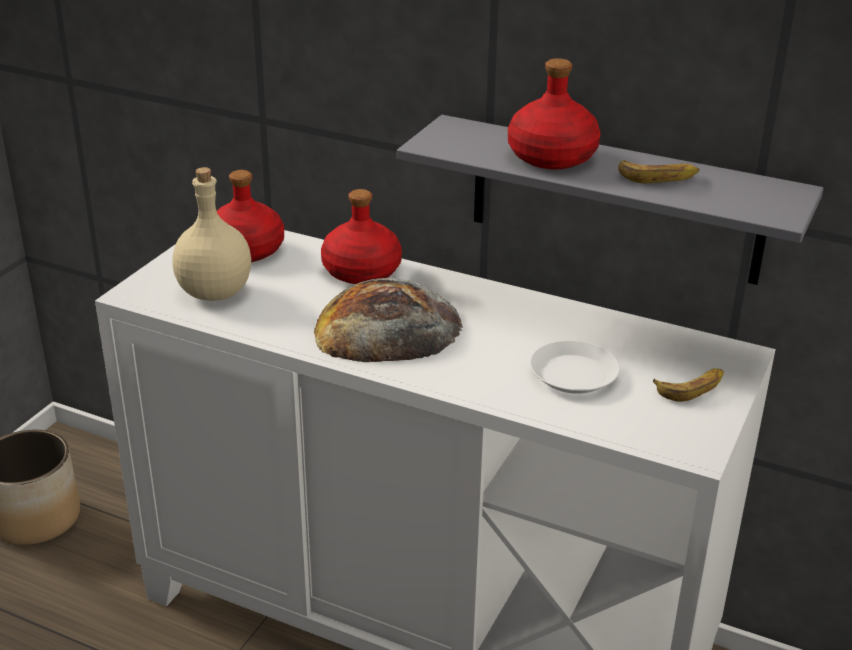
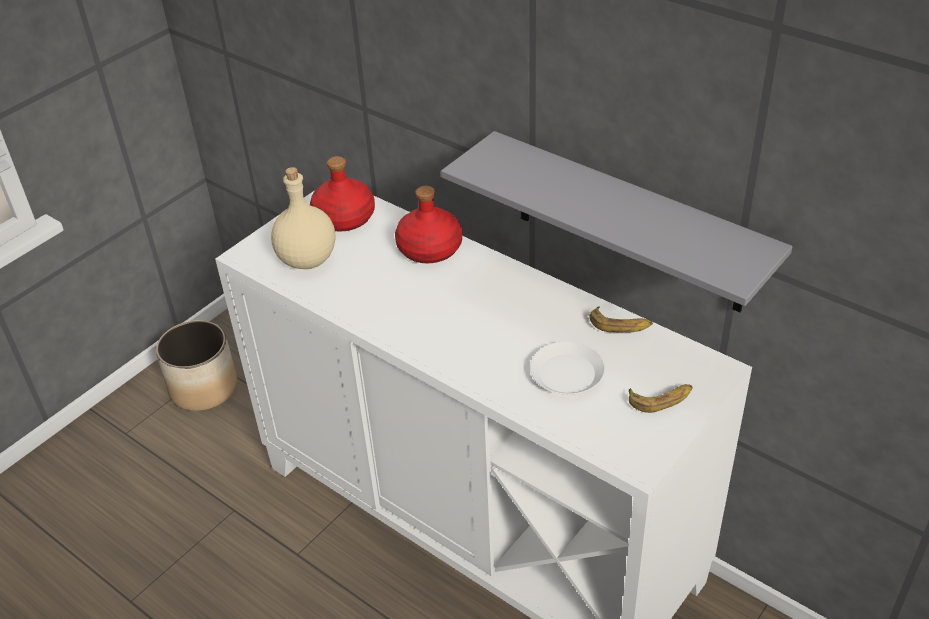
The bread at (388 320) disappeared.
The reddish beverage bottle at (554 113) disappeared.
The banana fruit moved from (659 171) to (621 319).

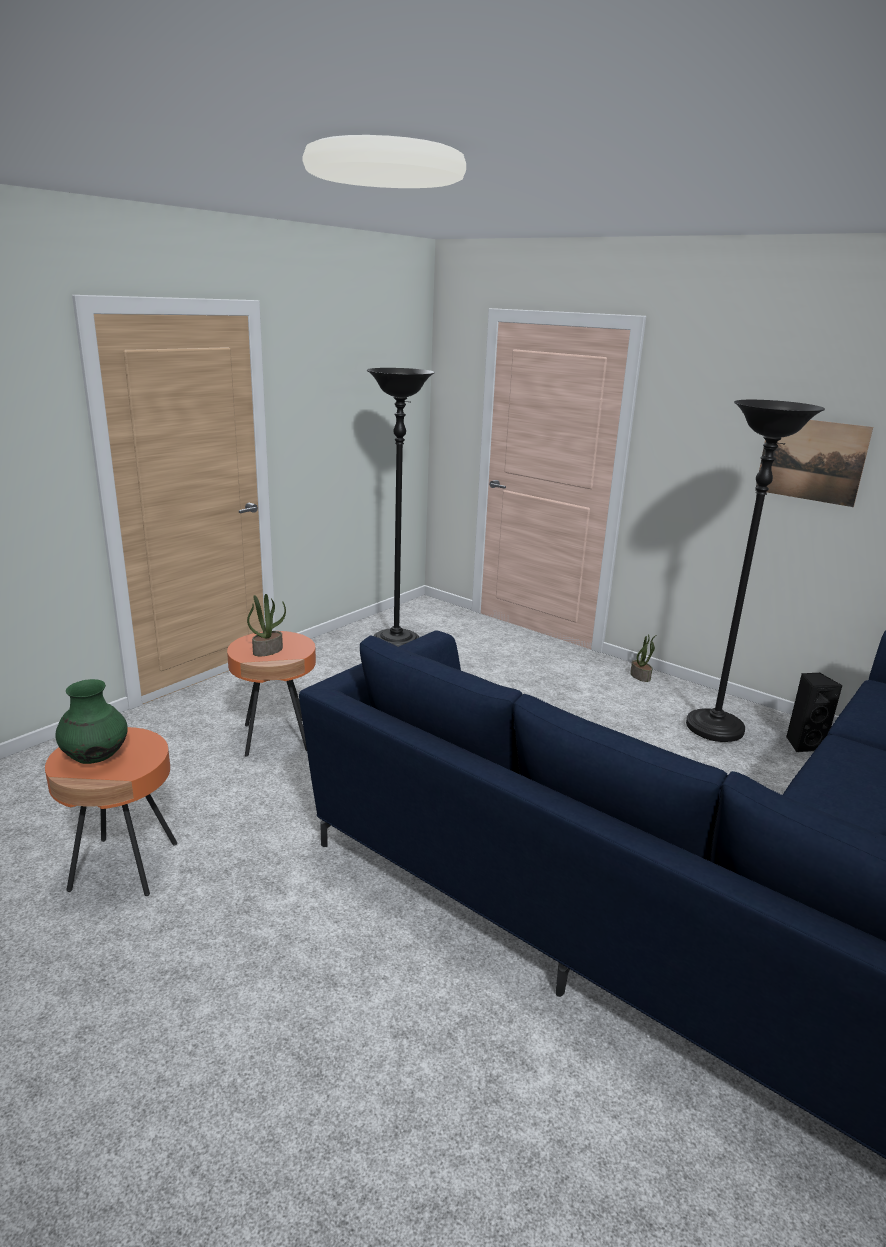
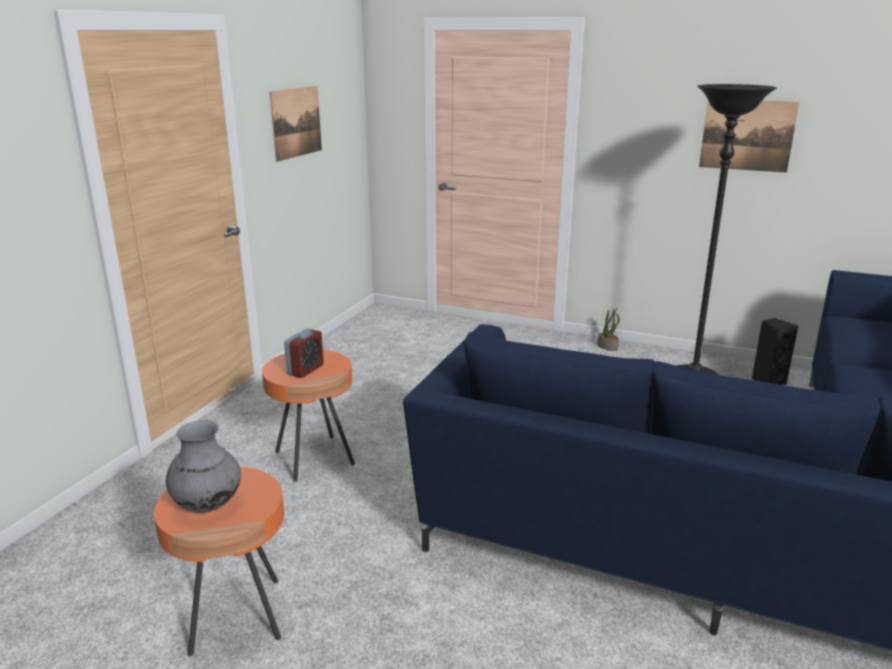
The green vase at (92 721) became the grey vase at (203 466).
The potted plant at (266 625) was replaced by the bedside clock at (304 353).
The black-coloured standard lamp at (401 507) disappeared.
The wall art at (296 124) appeared.

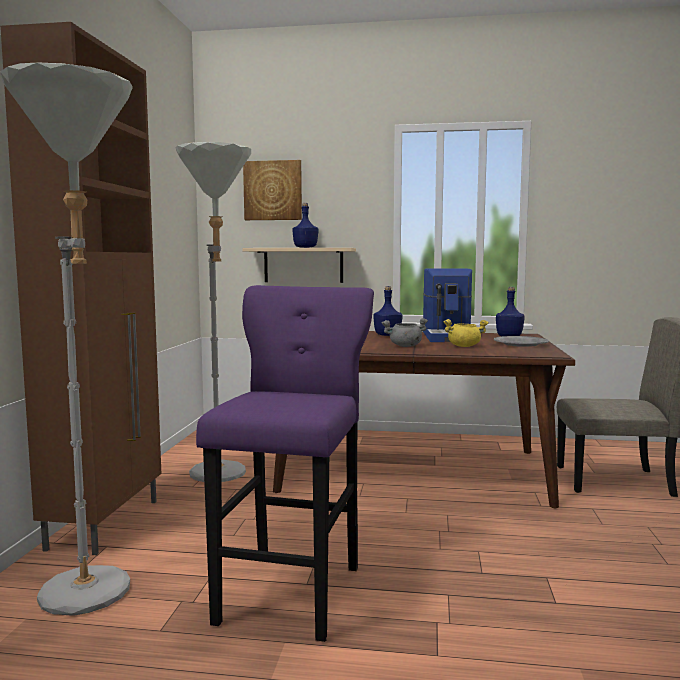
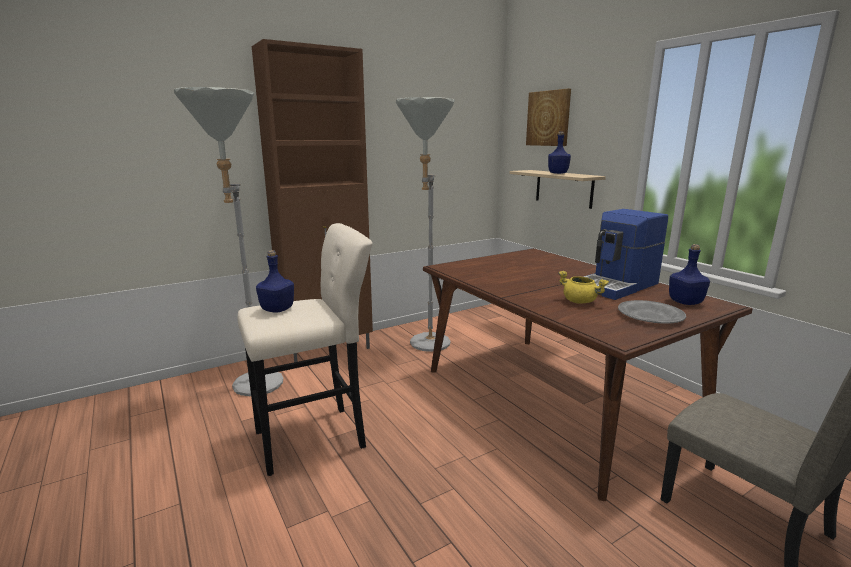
The purple stool at (285 463) became the beige-coloured stool at (305 349).
The blue-coloured beverage bottle moved from (387 311) to (275 281).
The grey stockpot at (405 332) disappeared.

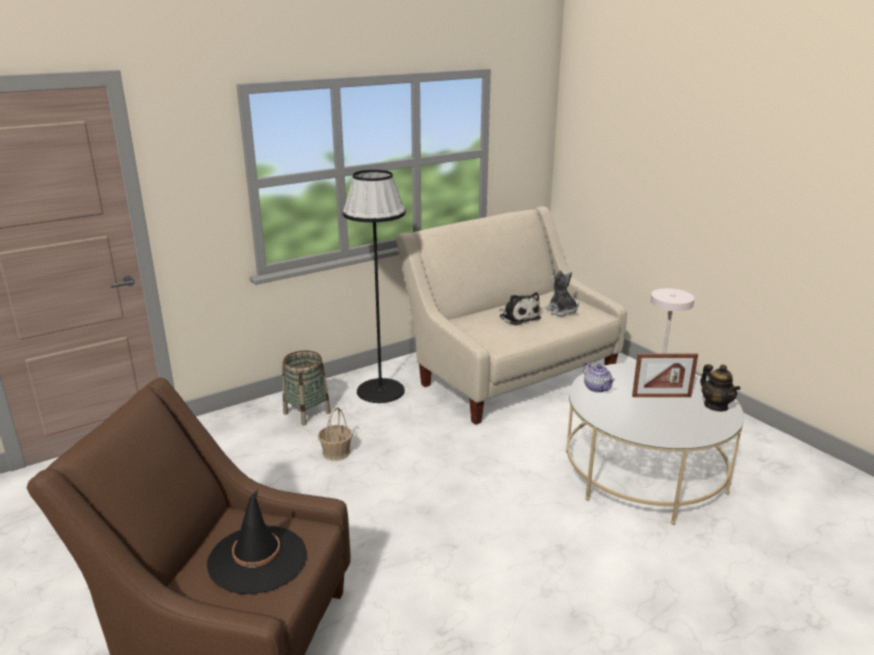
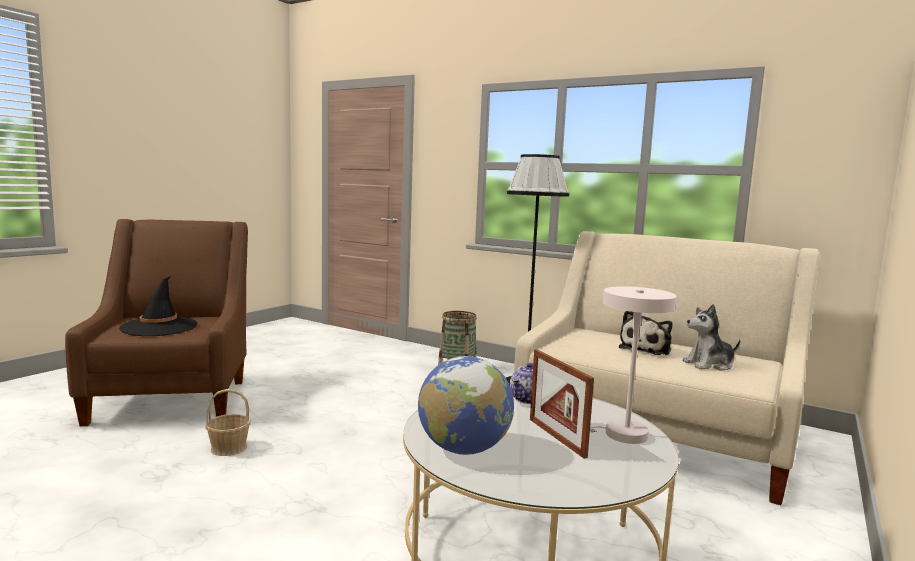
The storage basket moved from (335 434) to (228 422).
The soft toy at (562 293) turned 135 degrees counterclockwise.
The pot for tea at (720 387) disappeared.
The world globe at (466 405) appeared.

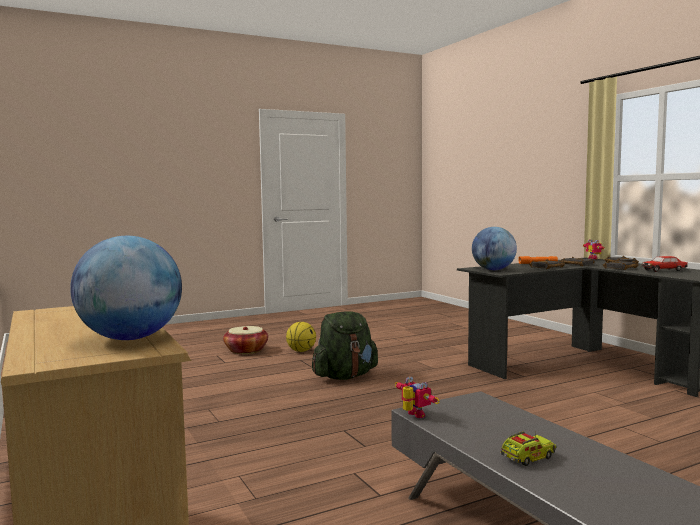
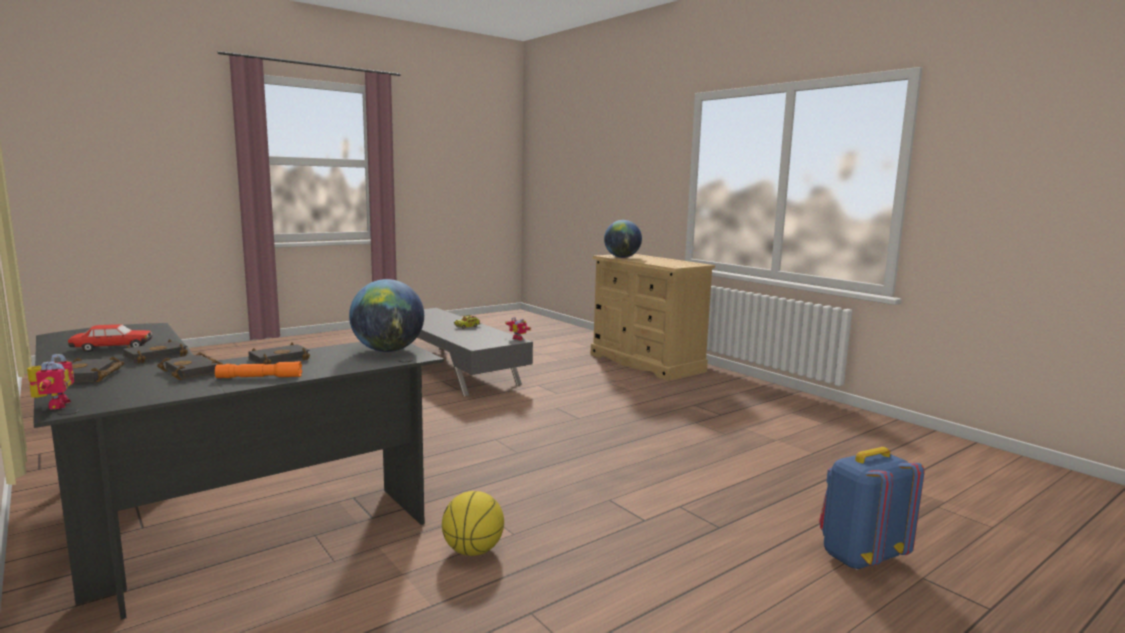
The storage basket at (245 340) was replaced by the blue-coloured backpack at (872 508).
The ball for basketball moved from (301 337) to (473 523).
The green backpack at (345 345) disappeared.

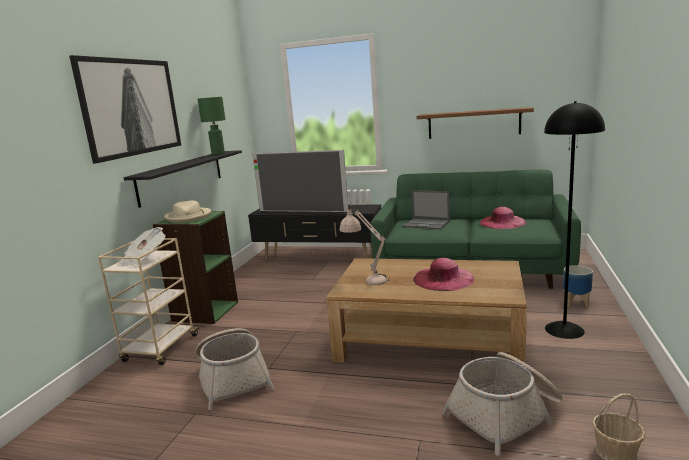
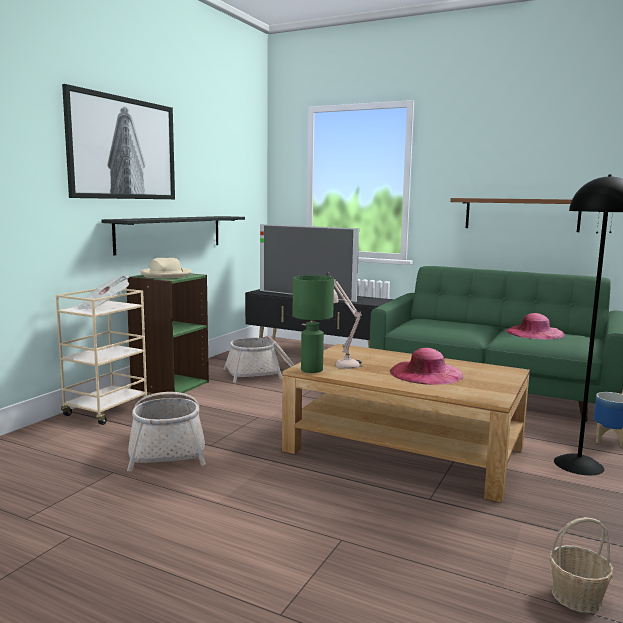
The green table lamp moved from (212 126) to (313 324).
The notebook computer at (426 210) disappeared.
The storage basket moved from (502 404) to (259 359).

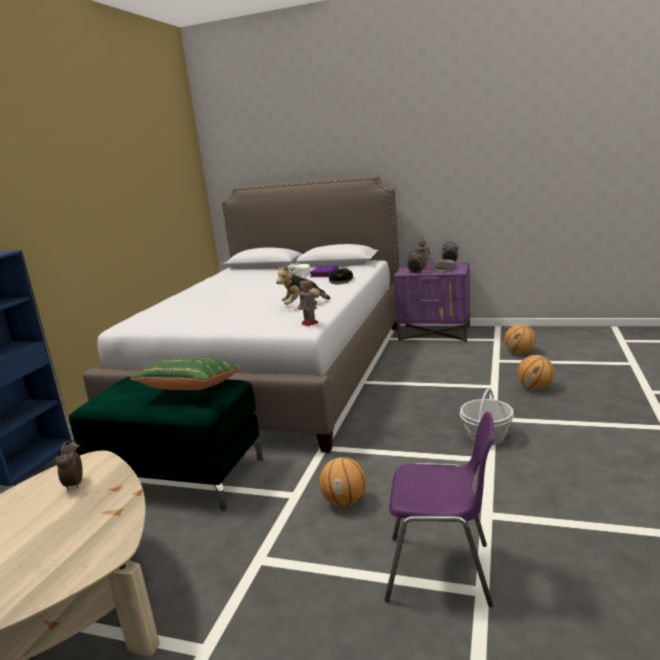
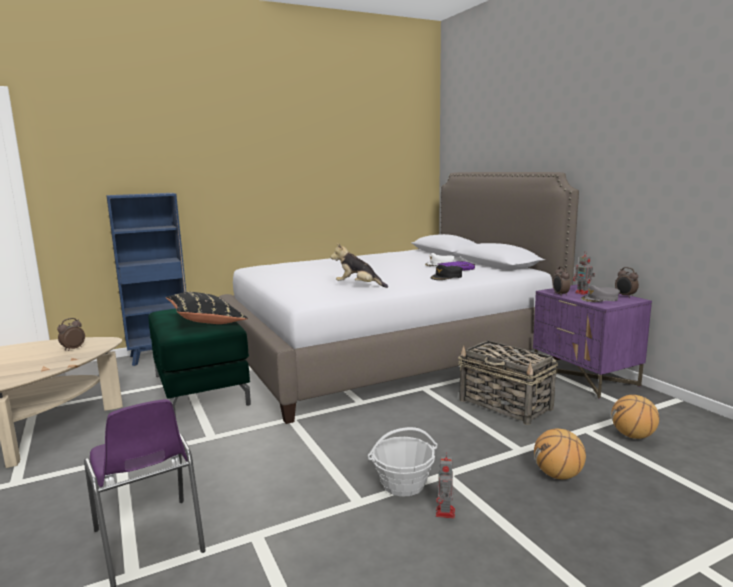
The green throw pillow at (186 373) became the black-coloured throw pillow at (207 308).
The model robot moved from (308 300) to (445 485).
The ball for basketball at (343 481) disappeared.
The storage basket at (508 382) appeared.

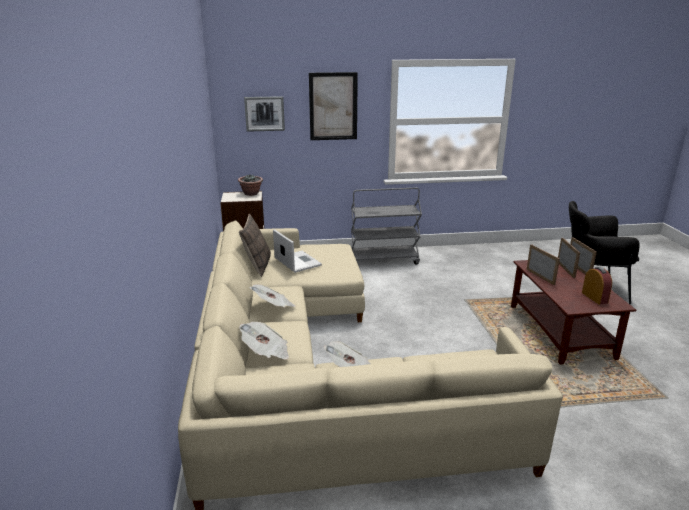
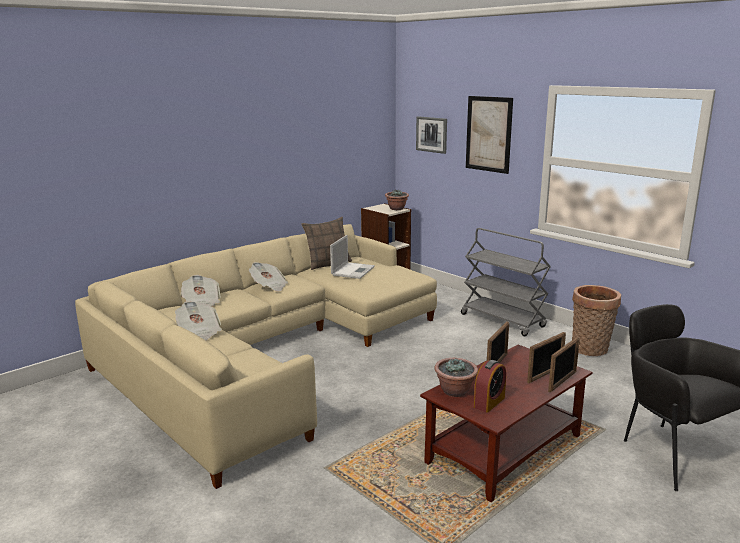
The potted plant at (456 377) appeared.
The storage basket at (596 320) appeared.

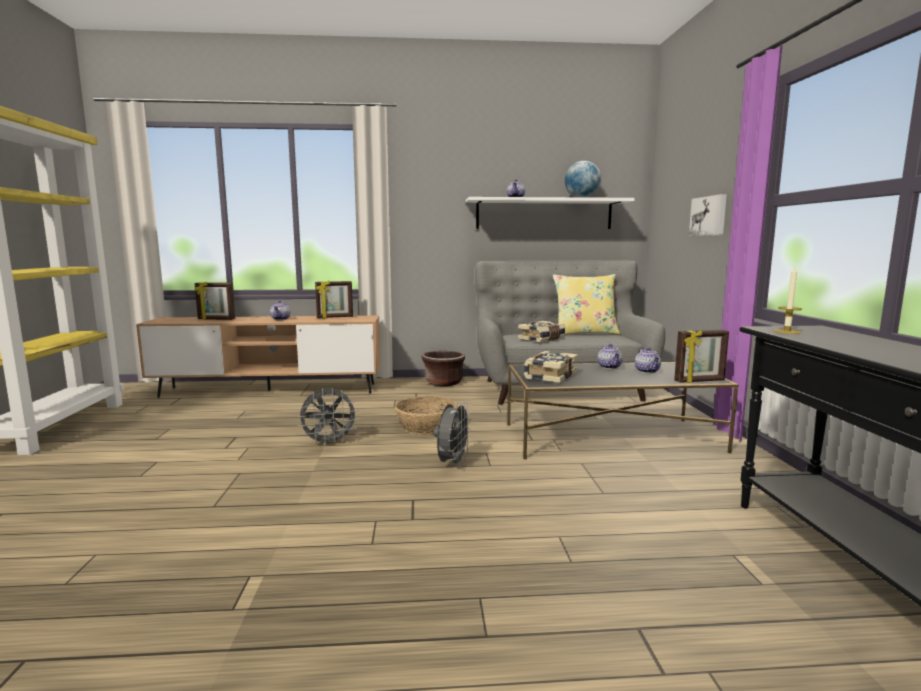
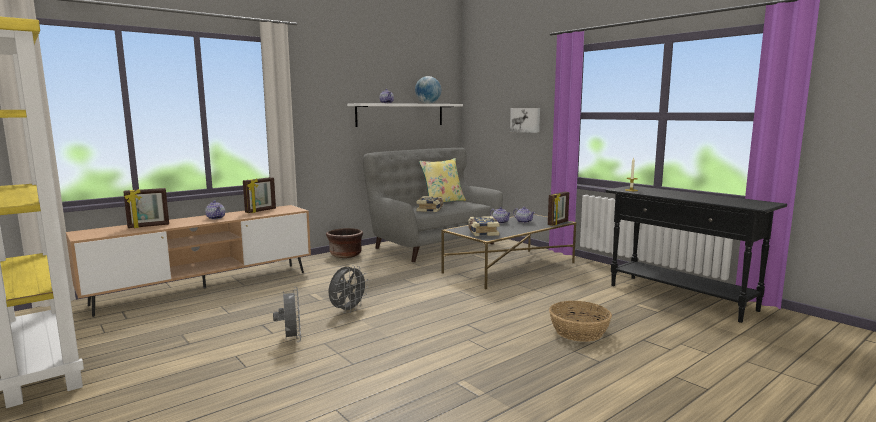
The storage basket moved from (426 415) to (580 321).
The grey fan moved from (453 434) to (287 314).

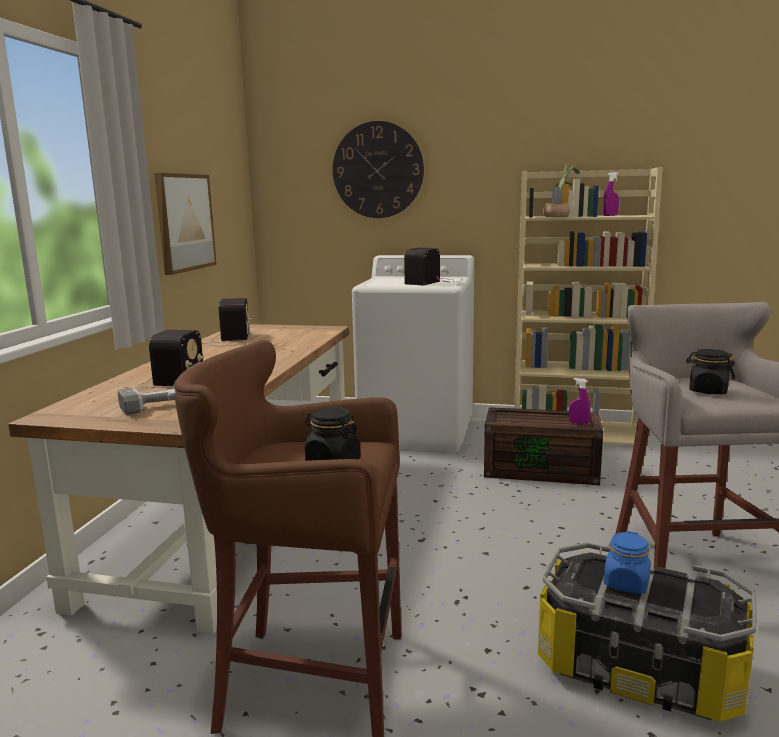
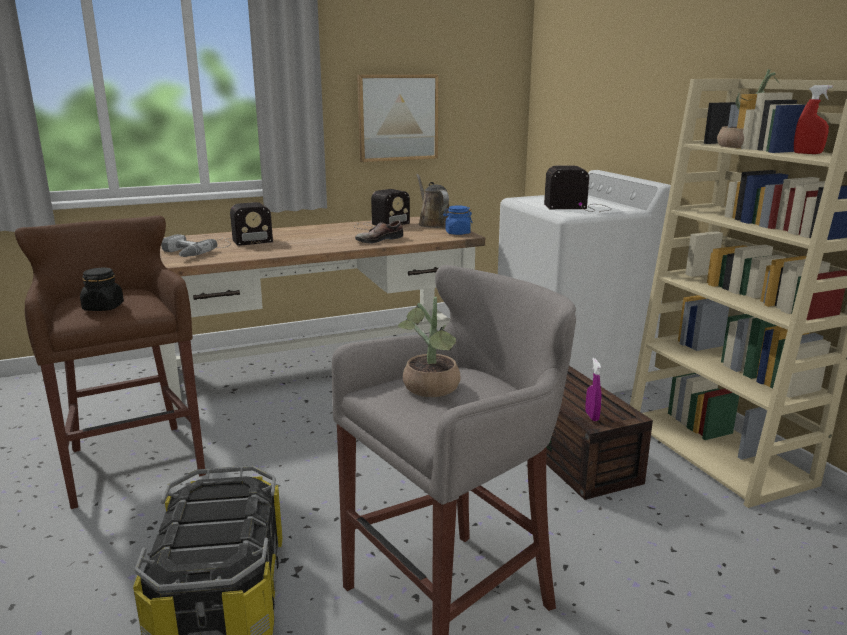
The wall clock at (378 169) disappeared.
The purple hand sprayer at (611 194) became the reddish hand sprayer at (813 119).
The blue-coloured storage jar moved from (627 562) to (457 220).
The black-coloured storage jar at (710 371) was replaced by the potted plant at (429 347).
The shoe at (379 231) appeared.
The brown-coloured sprinkling can at (432 201) appeared.

